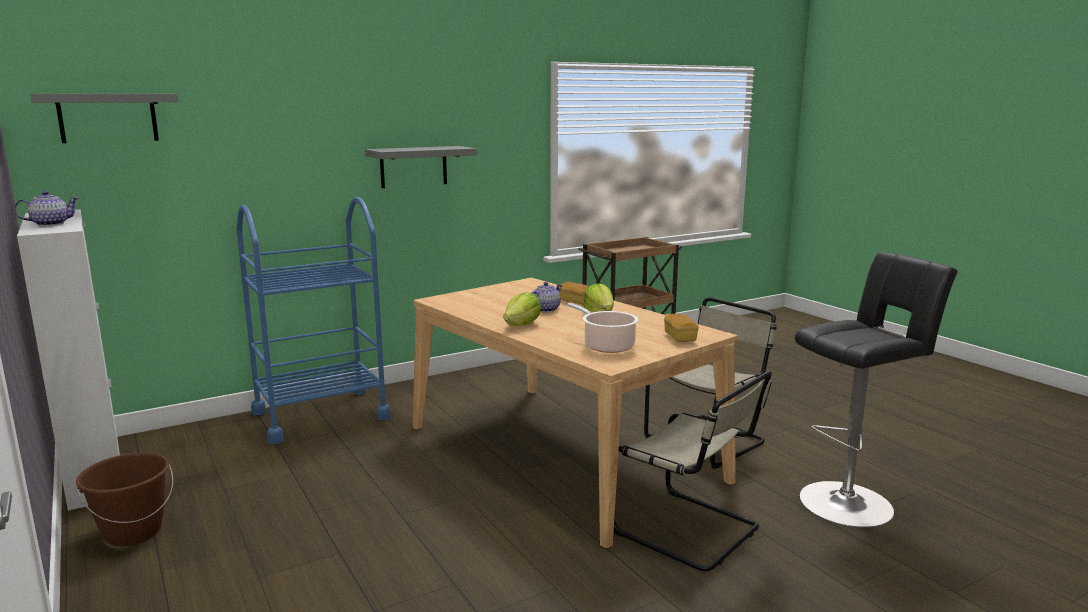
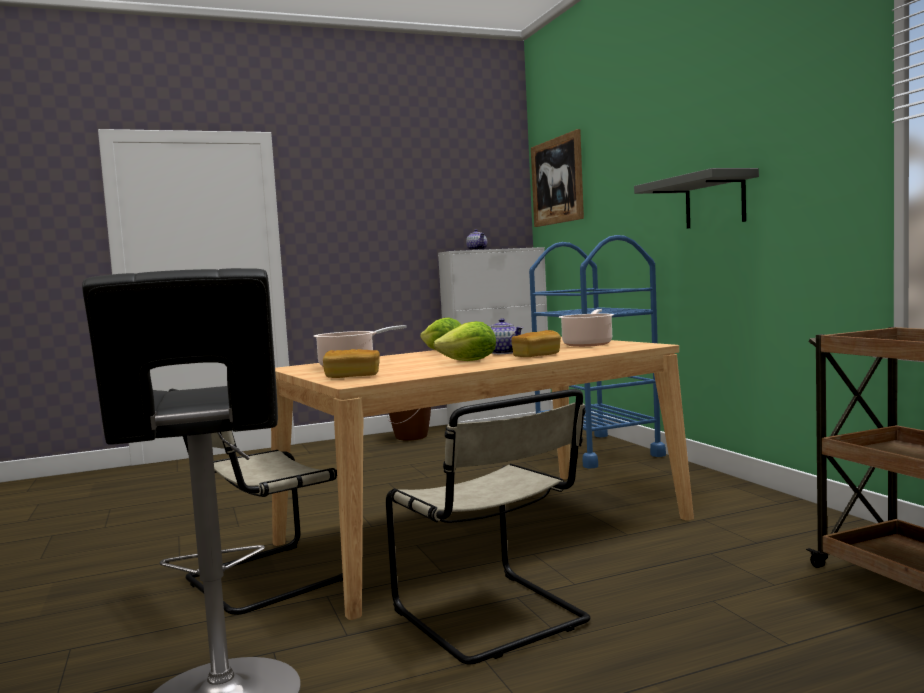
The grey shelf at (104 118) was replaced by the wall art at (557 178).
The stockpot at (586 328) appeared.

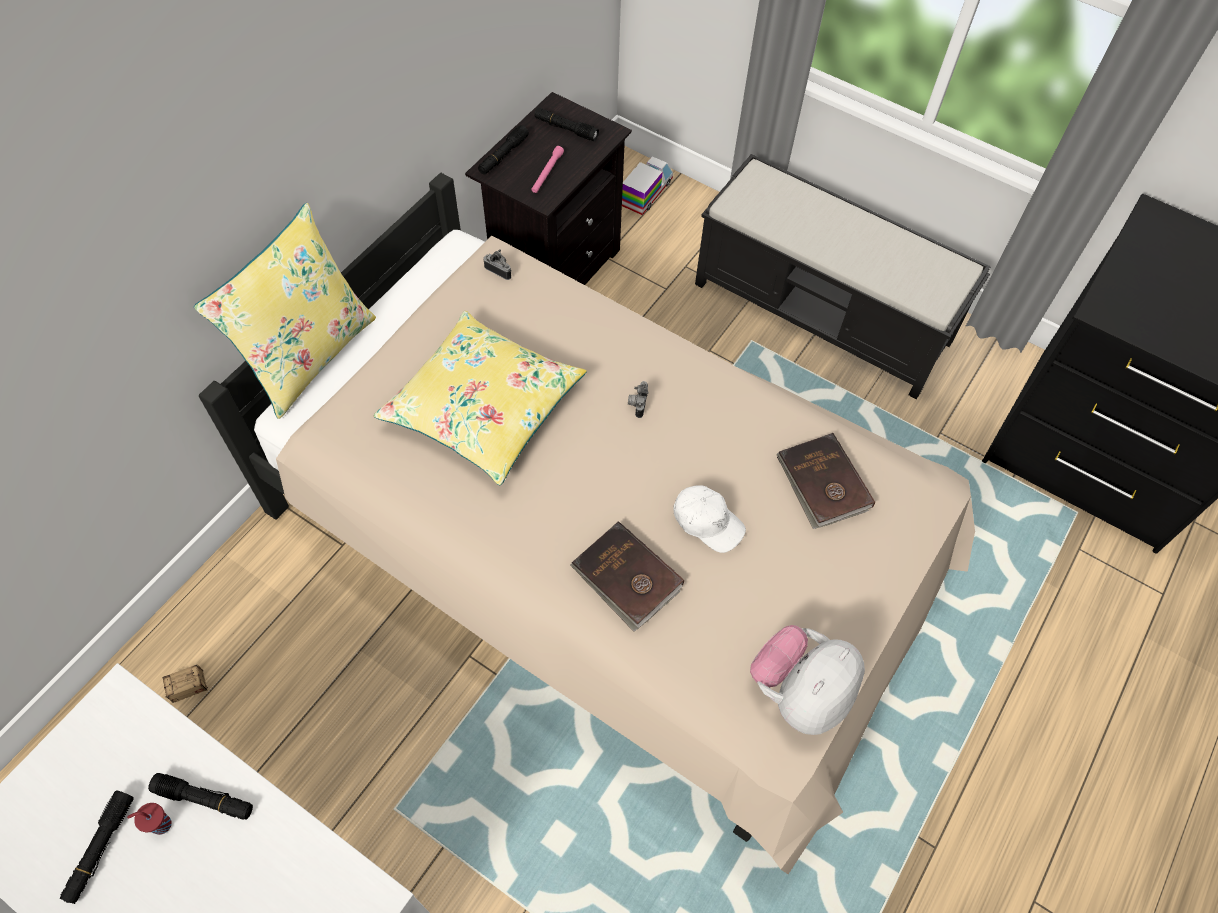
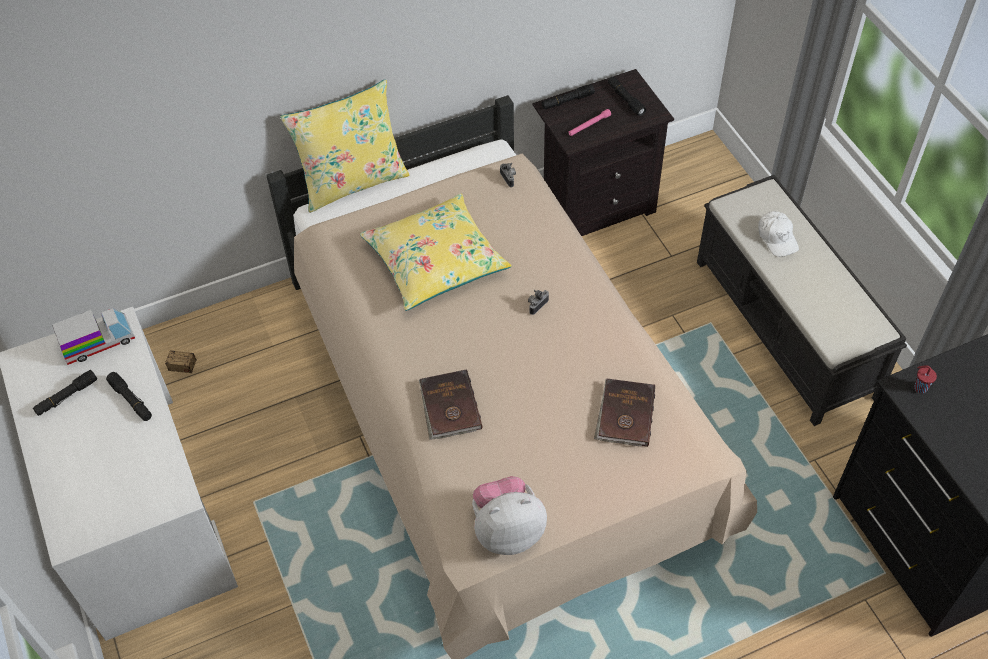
The reddish small cup moved from (149 819) to (925 379).
The toy lorry moved from (647 185) to (93 336).
The whitish peaked cap moved from (709 519) to (778 234).

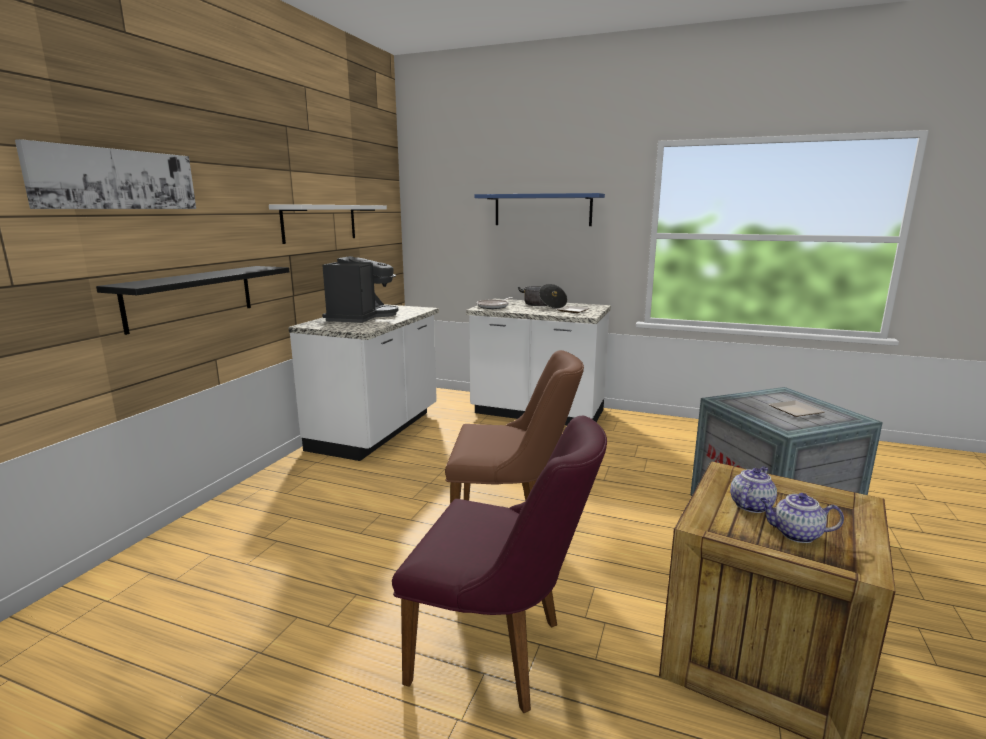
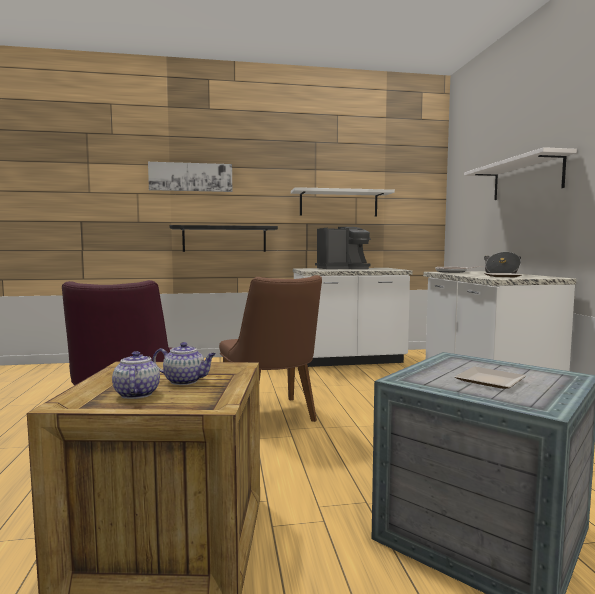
The blue-coloured shelf at (539 209) became the whitish shelf at (520 173).

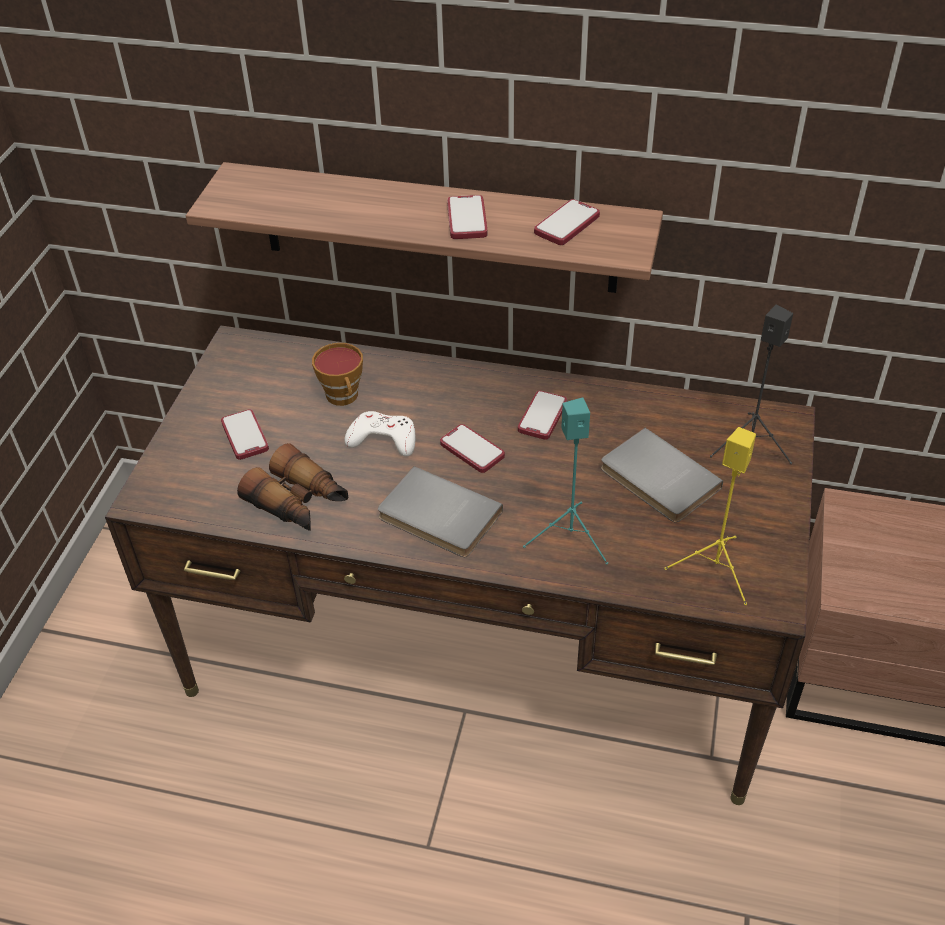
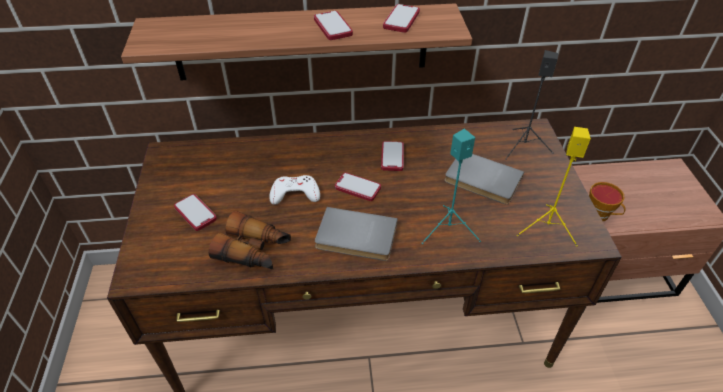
The small cup moved from (337 374) to (607 201).

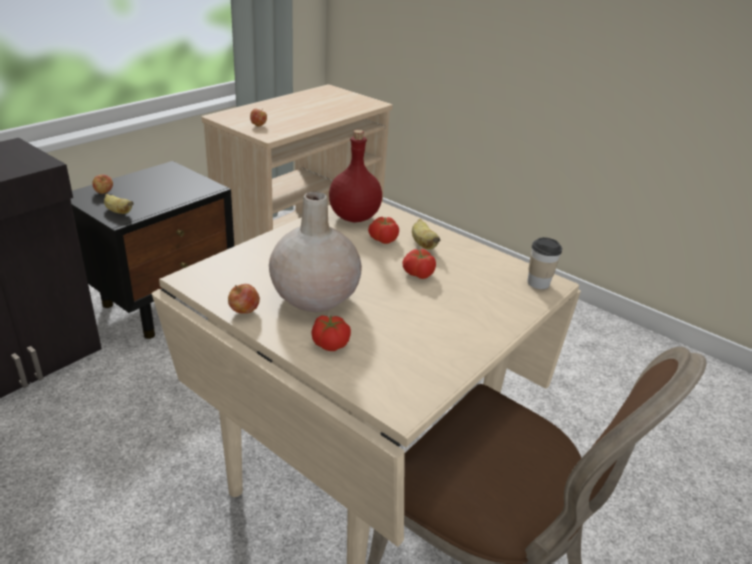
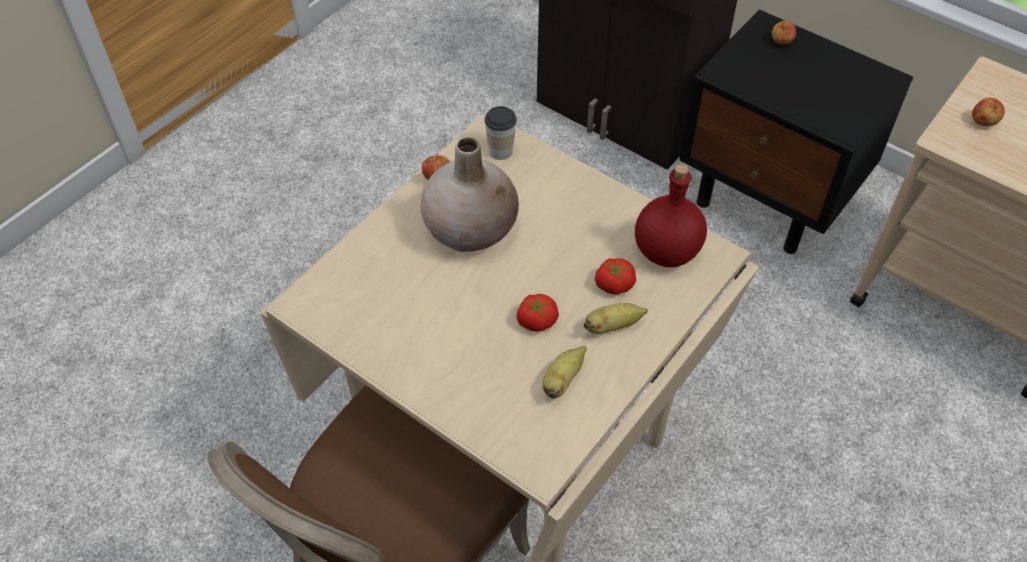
The banana fruit moved from (119 204) to (565 372).
The whole tomato at (331 333) disappeared.
The small cup moved from (544 263) to (500 133).

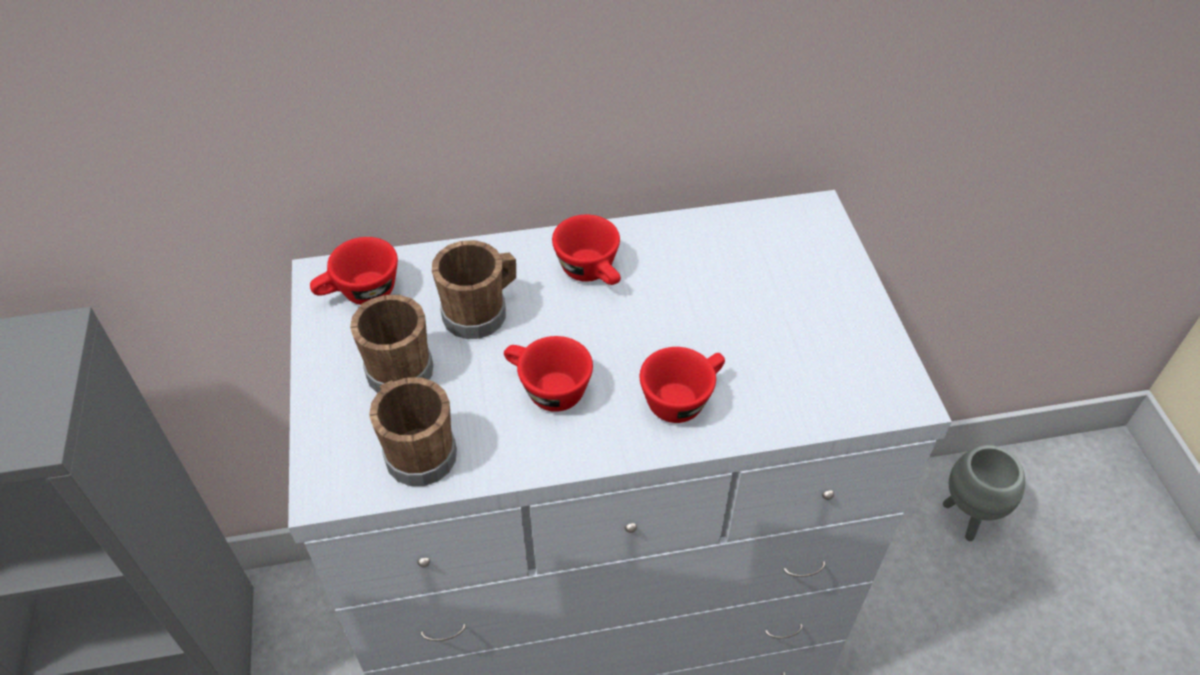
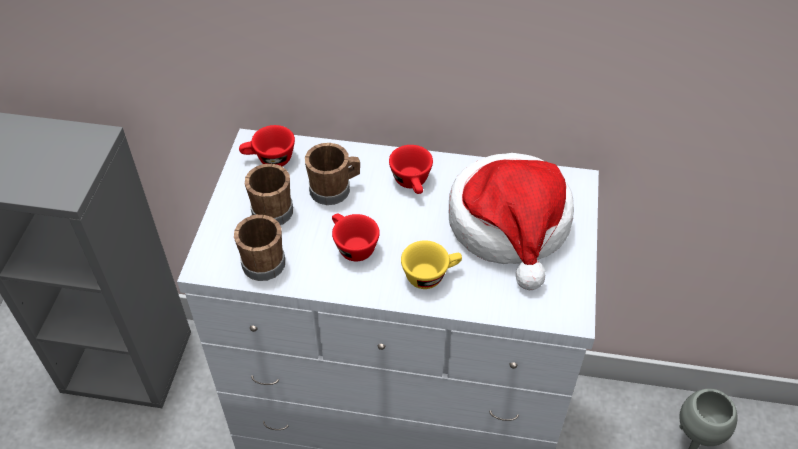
The reddish small cup at (682 385) became the yellowish small cup at (431 264).
The clothing hat at (511 221) appeared.

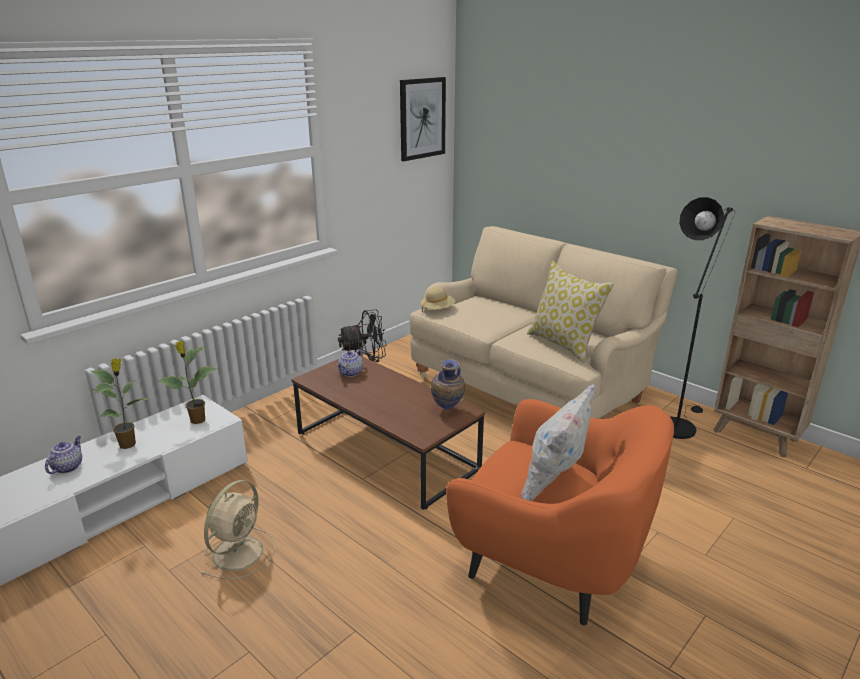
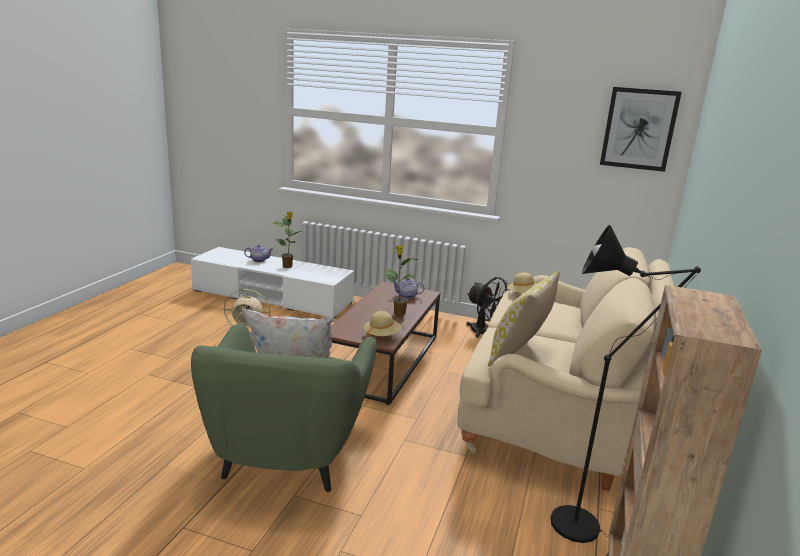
The potted plant moved from (187 382) to (401 280).
The vase at (448 384) was replaced by the beige-coloured clothing hat at (383 324).
The orange lounge chair at (560 512) became the green lounge chair at (284 408).

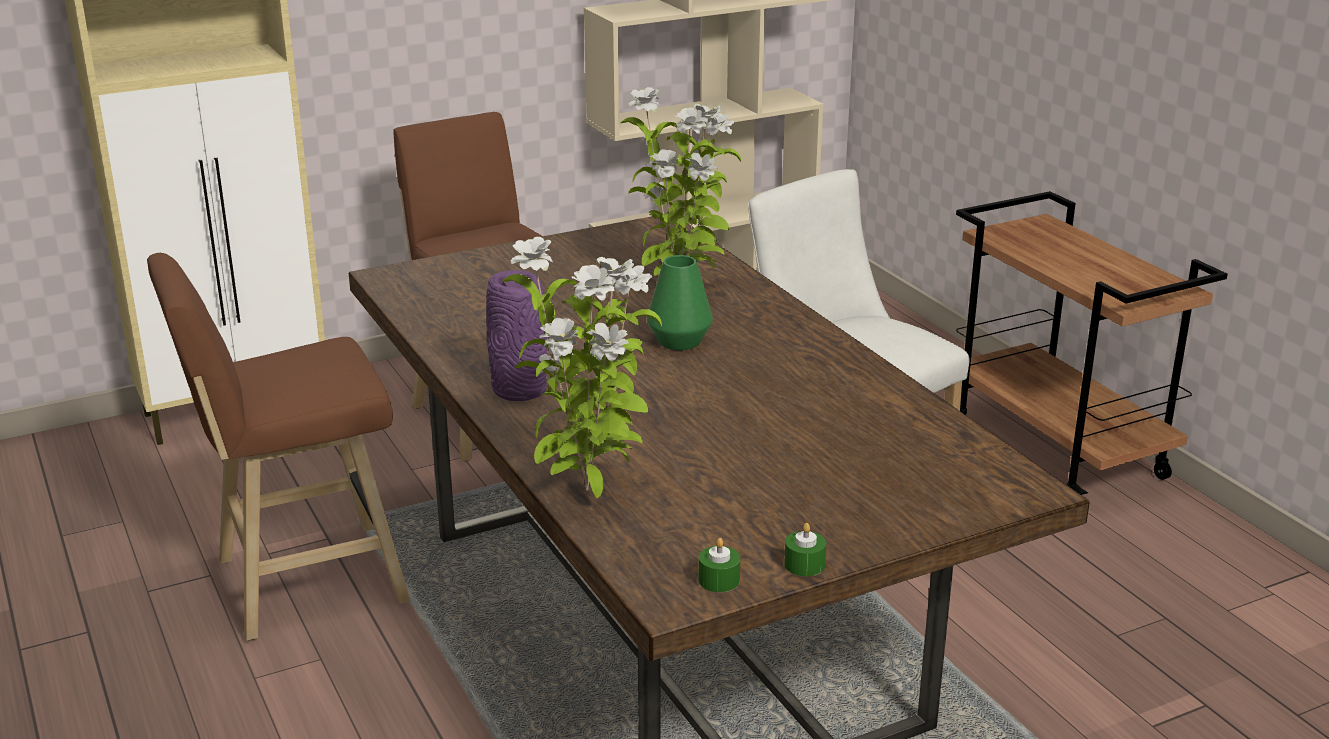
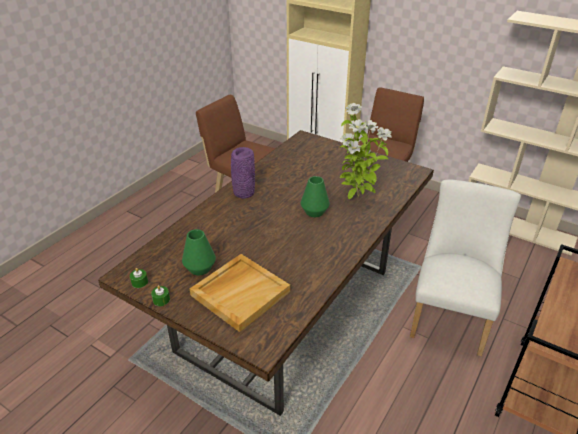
The potted plant at (582 367) disappeared.
The green vase at (199 252) appeared.
The beige-coloured serving tray at (240 293) appeared.

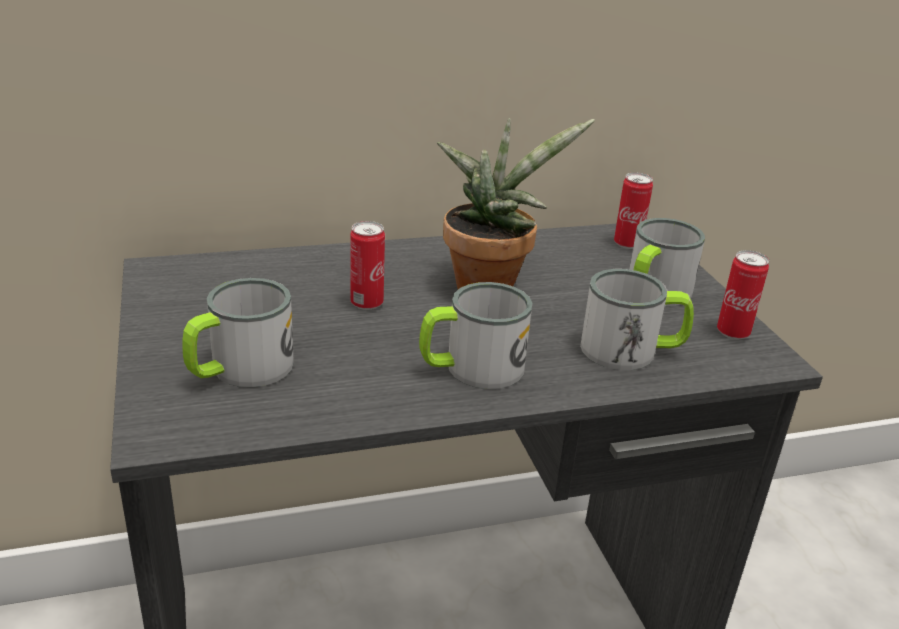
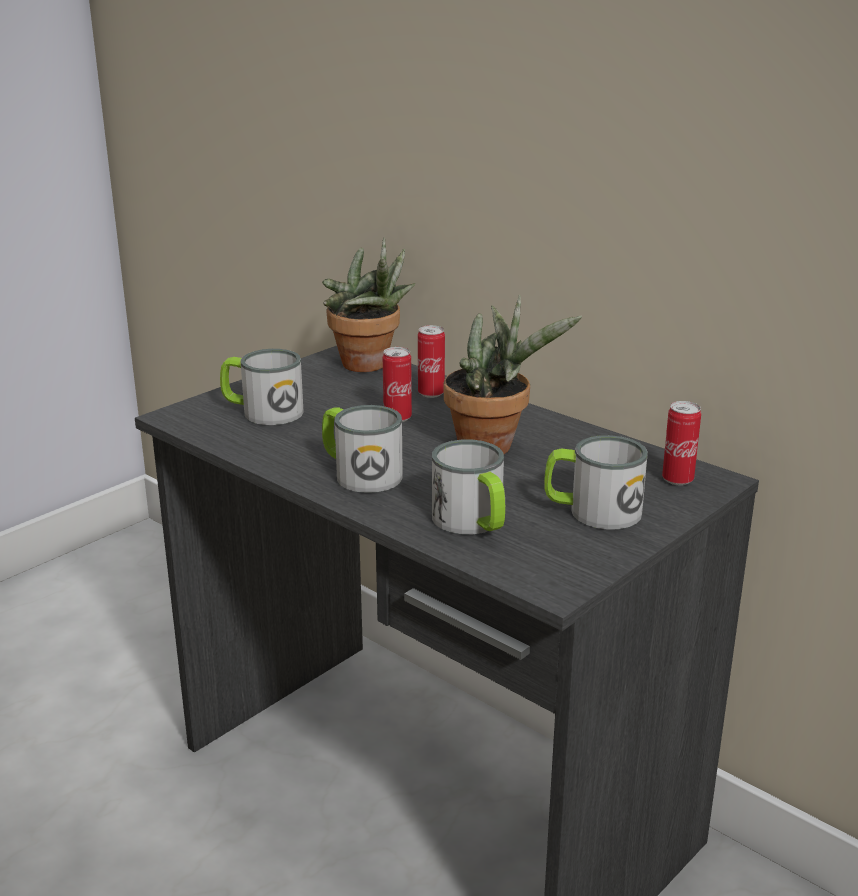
The can moved from (743 295) to (431 361).
The potted plant at (368 304) appeared.

